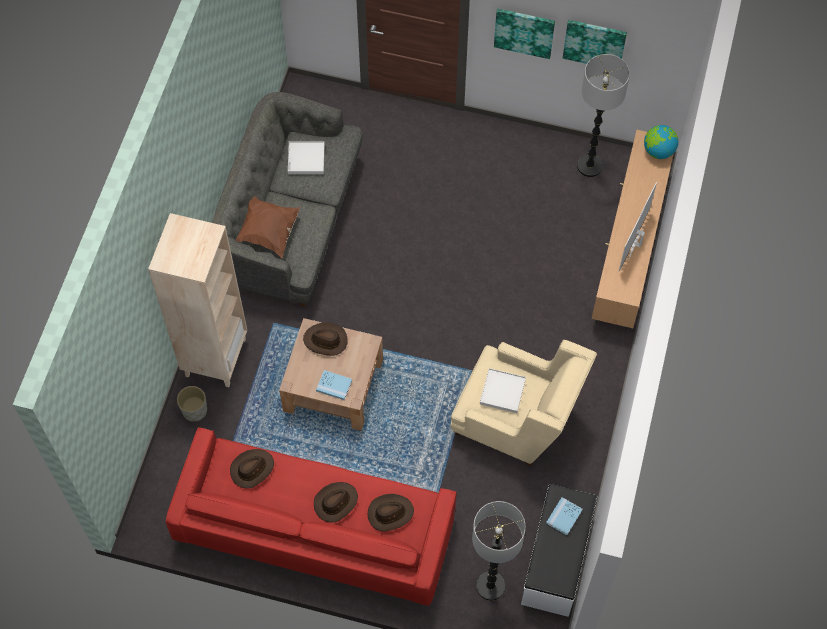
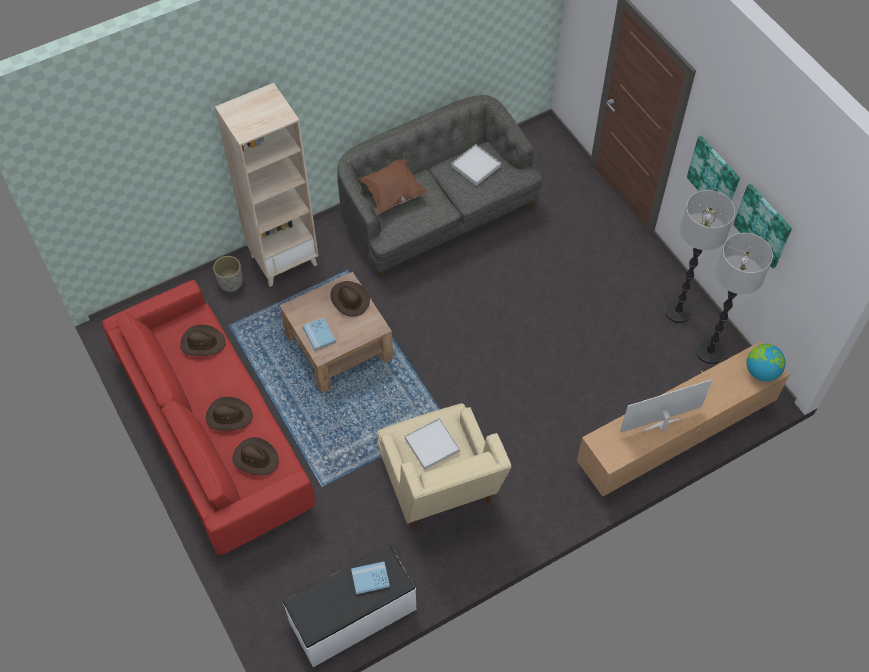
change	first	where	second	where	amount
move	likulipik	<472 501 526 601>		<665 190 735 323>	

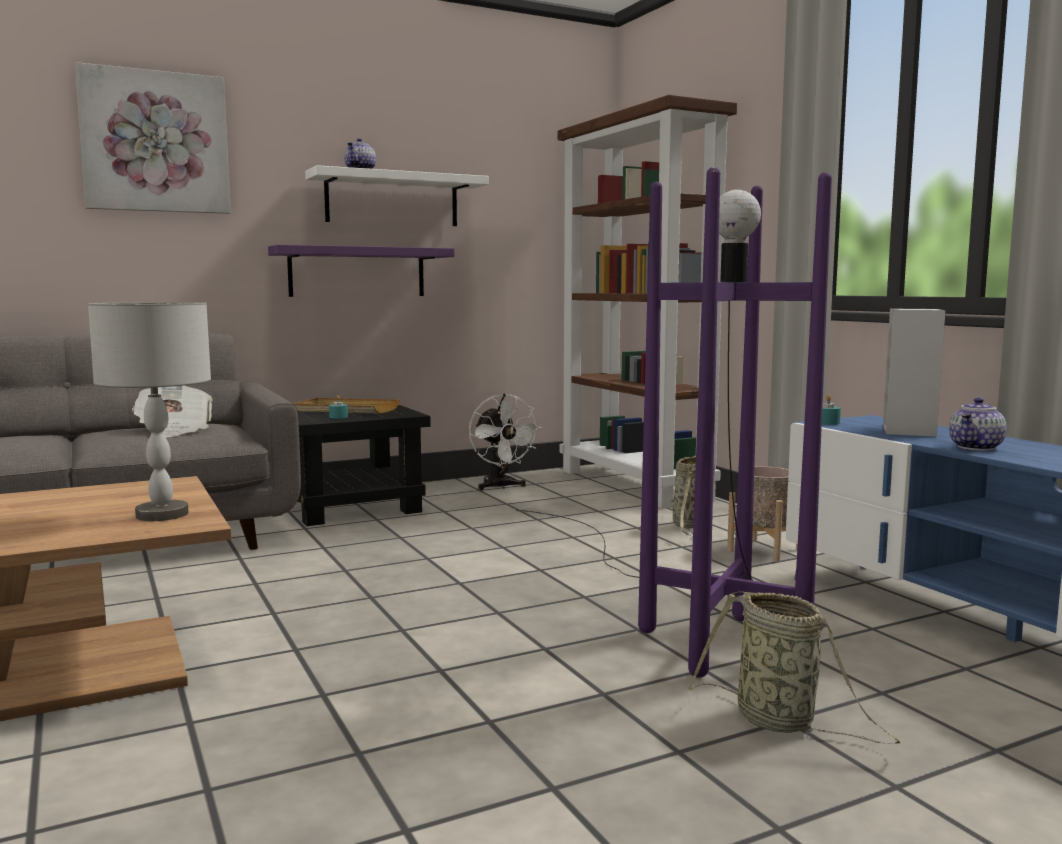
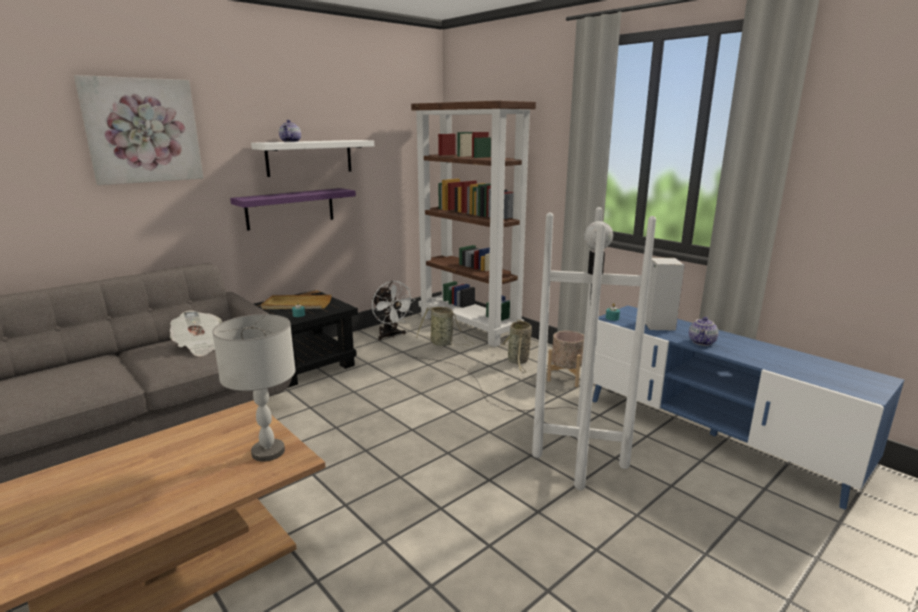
change	first	where	second	where	amount
recolor	purple likulipik	<519 167 832 678>	white likulipik	<411 207 656 490>	
move	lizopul	<688 591 900 744>		<416 307 474 346>	

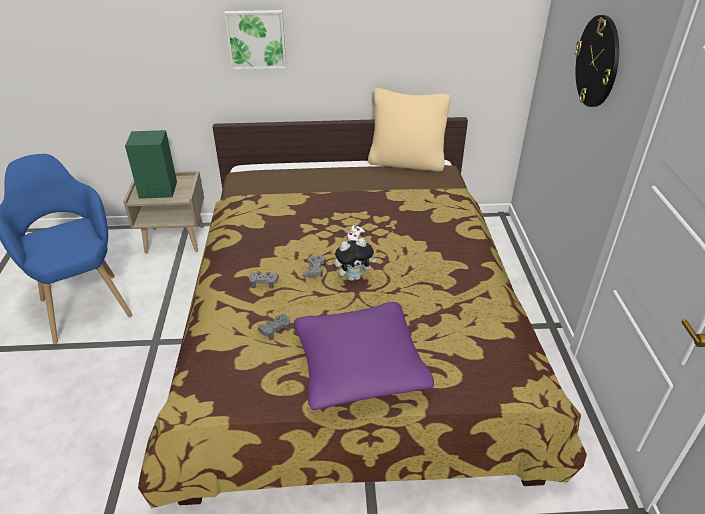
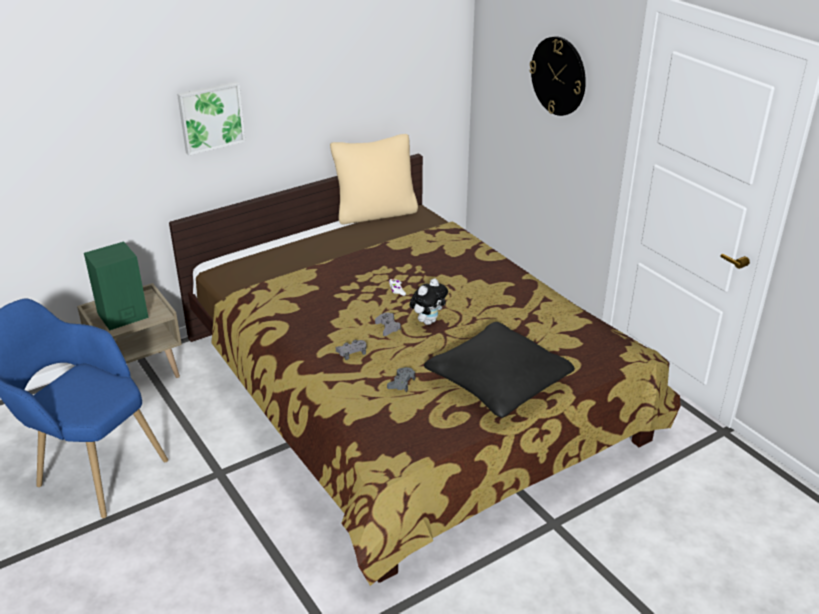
change	first	where	second	where	amount
recolor	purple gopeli	<294 302 434 410>	black gopeli	<424 322 575 418>	

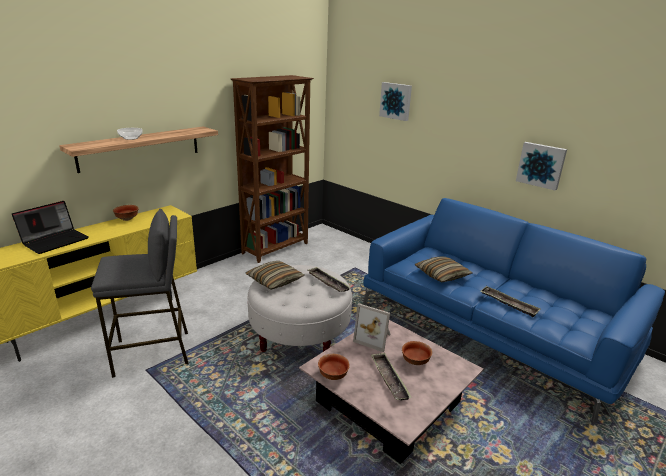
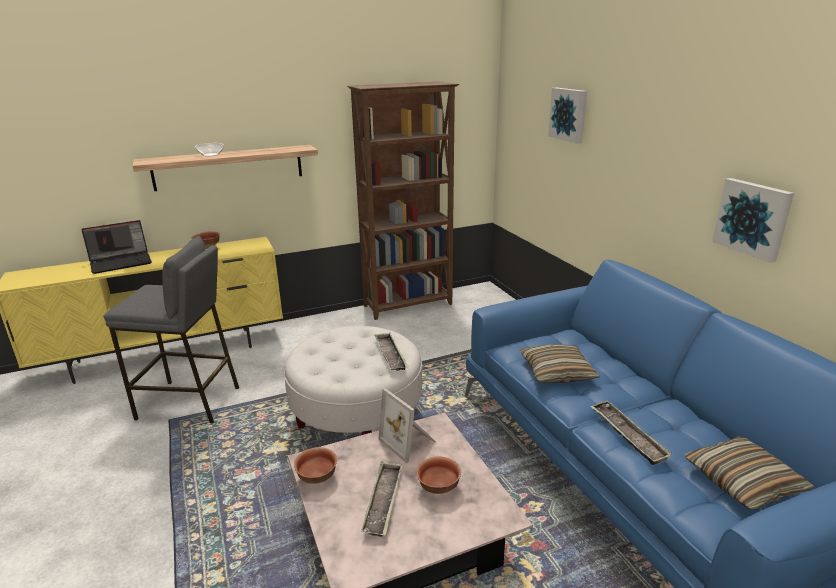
change	first	where	second	where	amount
move	gopeli	<245 261 305 290>		<684 436 815 510>	

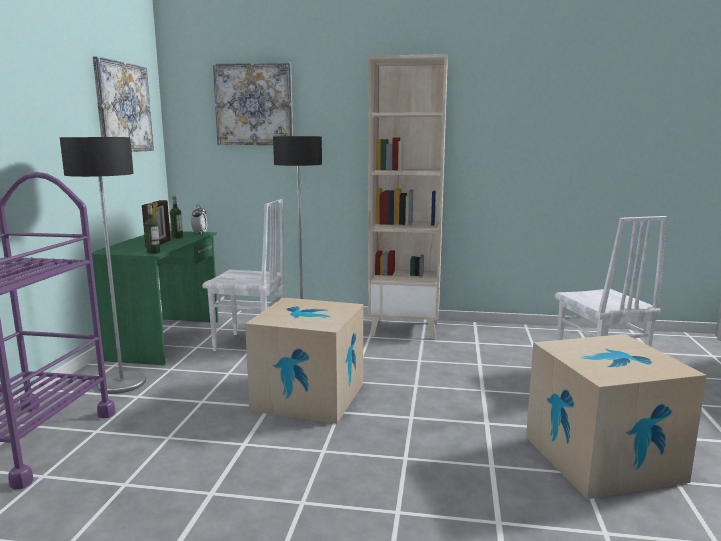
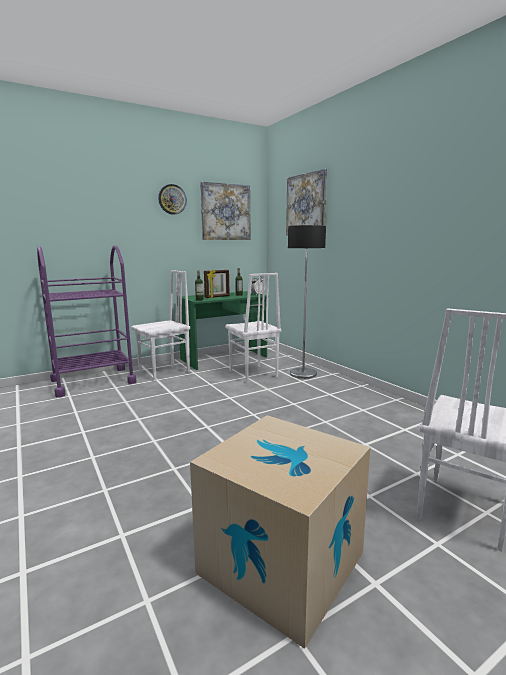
change	first	where	second	where	amount
replace	likulipik	<60 137 146 394>	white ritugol	<132 270 190 381>	
insert			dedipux	<158 184 187 215>	
delete	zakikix	<245 298 363 424>			
delete	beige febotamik	<368 54 448 340>			

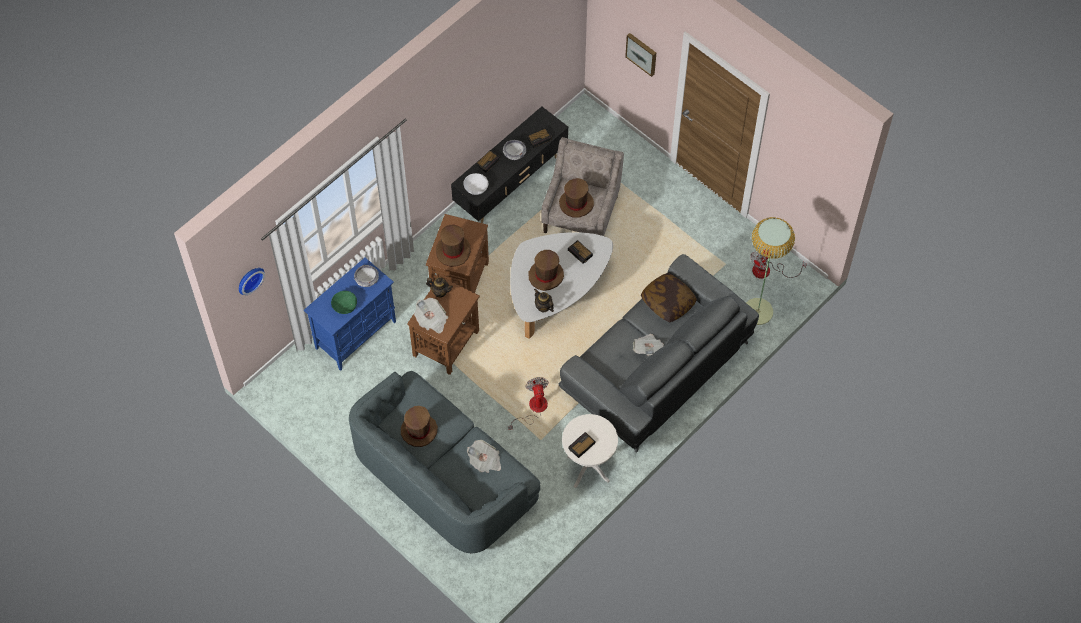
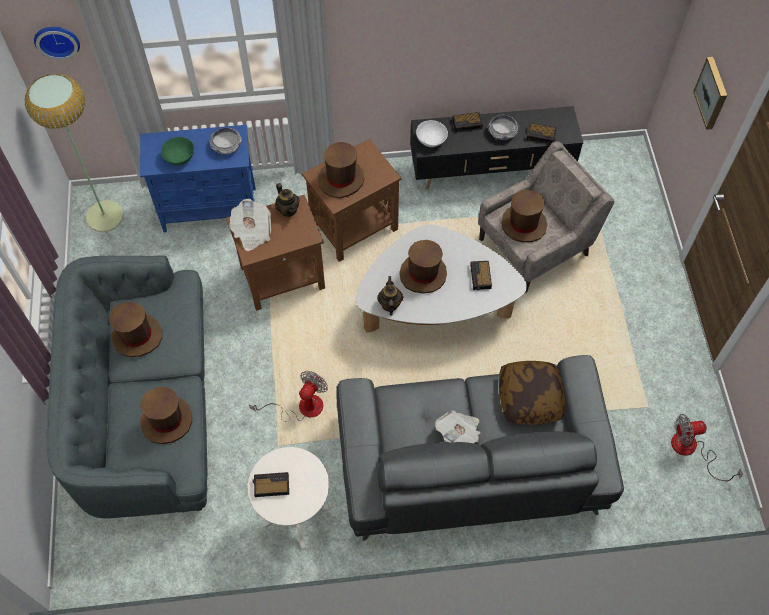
change	first	where	second	where	amount
move	likulipik	<746 217 795 325>		<25 74 124 232>	
replace	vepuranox	<467 440 501 473>	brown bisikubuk	<140 387 192 444>	

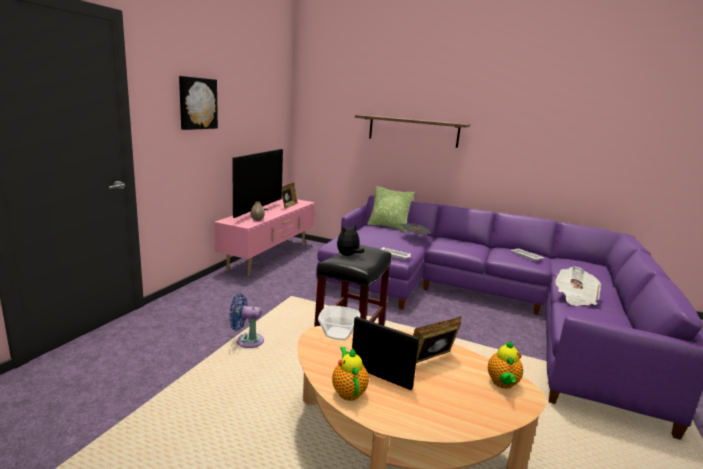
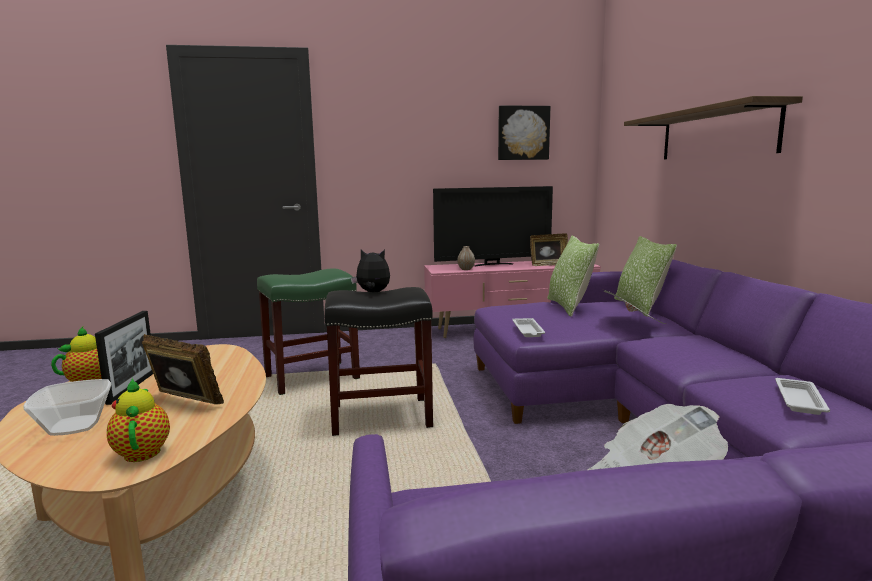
change	first	where	second	where	amount
move	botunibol	<318 305 360 340>		<23 379 111 436>	
rotate	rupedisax	<488 341 523 389>		<107 378 170 462>	90 degrees clockwise
replace	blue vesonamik	<229 294 264 348>	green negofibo	<257 268 360 395>	
move	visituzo	<179 76 218 130>		<498 106 550 160>	
insert			gopeli	<547 235 599 317>	

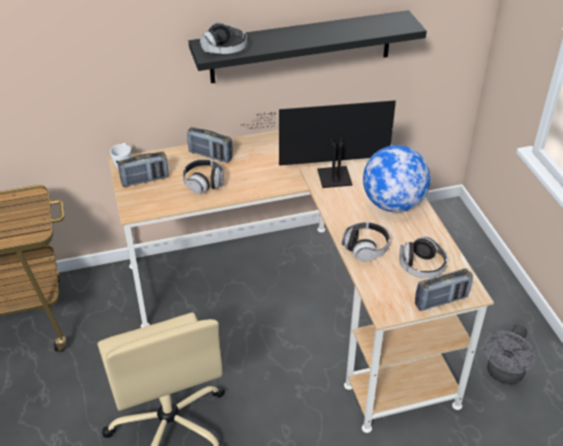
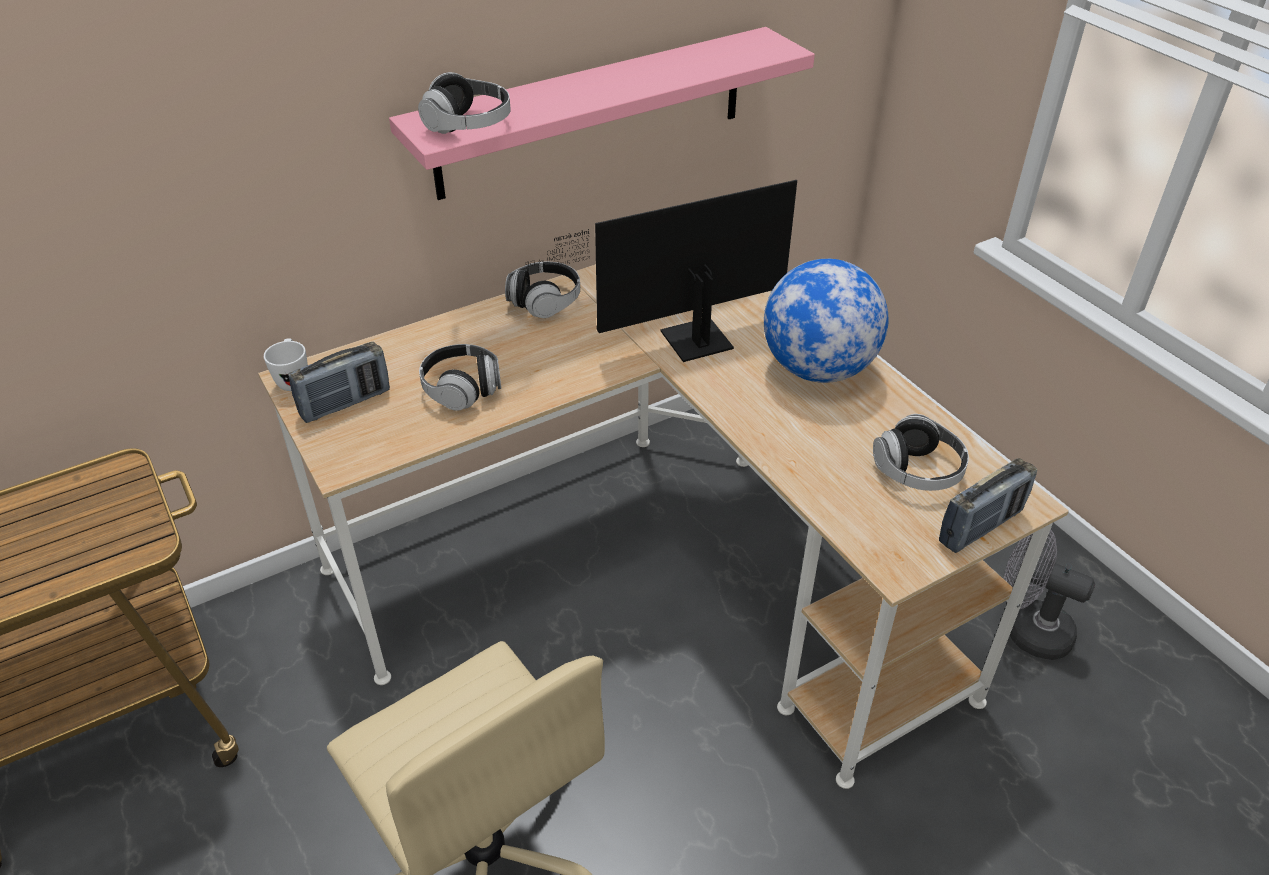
change	first	where	second	where	amount
recolor	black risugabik	<189 10 427 83>	pink risugabik	<389 27 815 200>	
move	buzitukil	<341 222 390 262>		<505 262 580 318>	
rotate	grey vesonamik	<484 324 535 385>		<1004 529 1095 660>	105 degrees clockwise
delete	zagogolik	<187 127 233 163>			

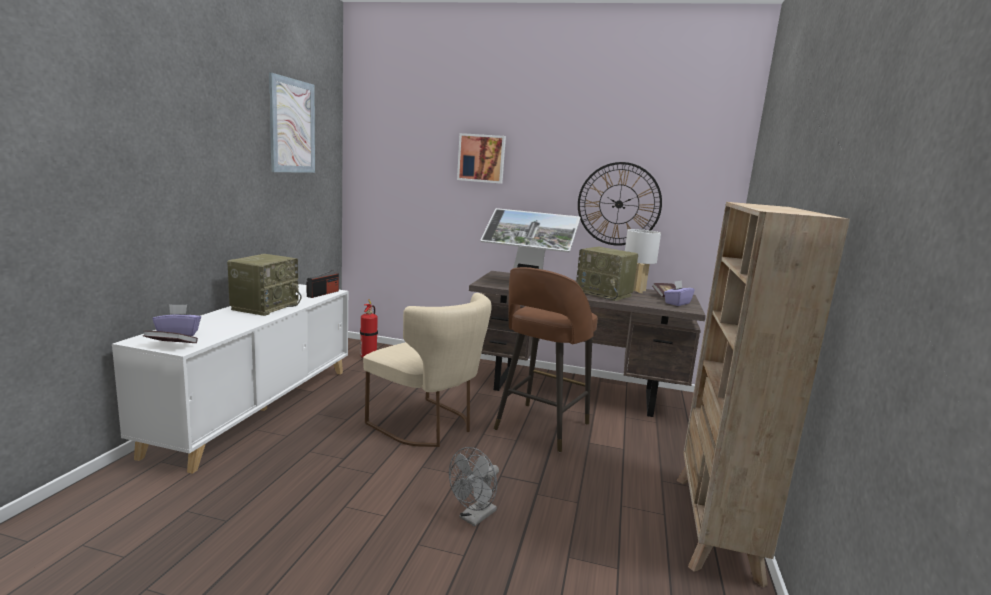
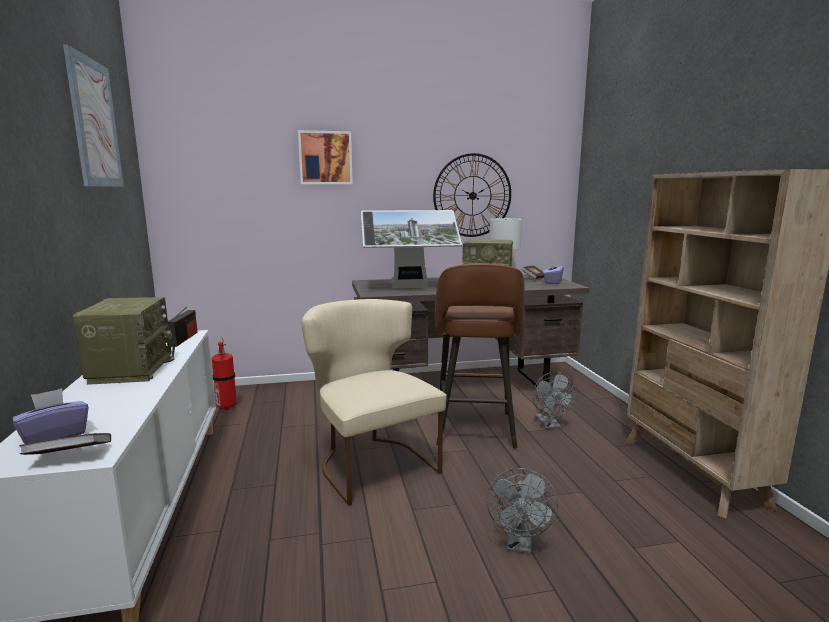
change	first	where	second	where	amount
rotate	beige ritugol	<363 293 492 447>		<302 299 447 506>	135 degrees counterclockwise
insert			grey vesonamik	<533 372 575 429>	

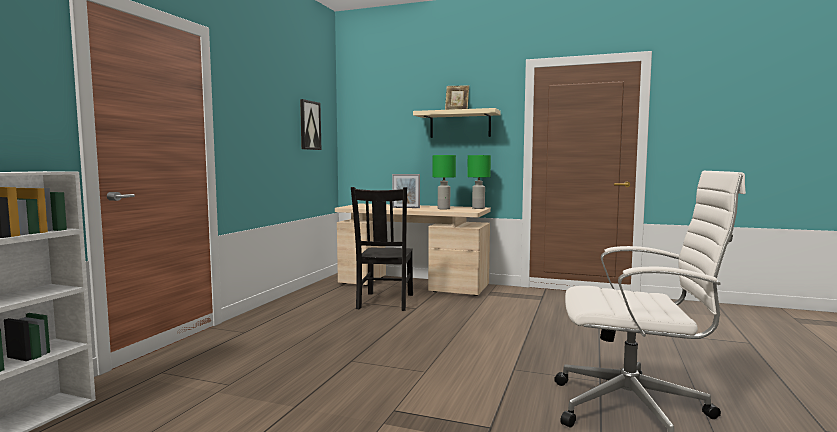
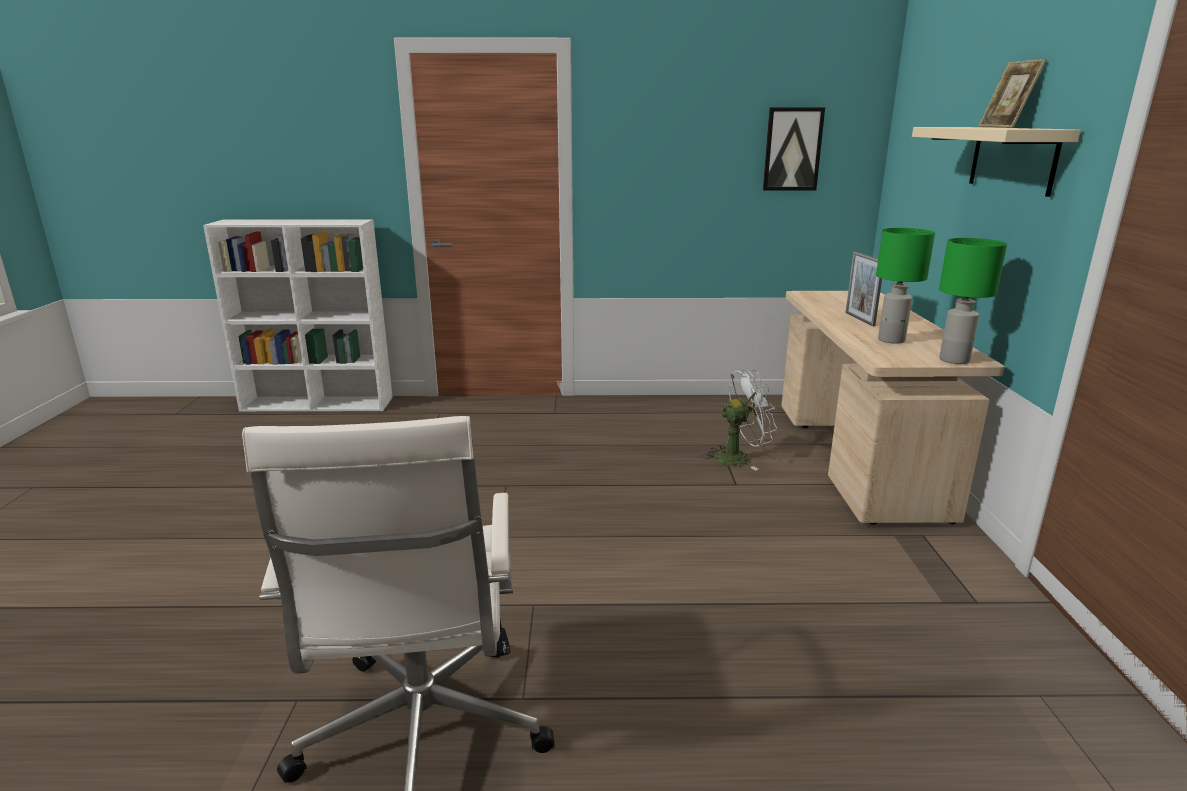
change	first	where	second	where	amount
replace	black ritugol	<351 187 413 311>	white vesonamik	<703 370 777 470>	

